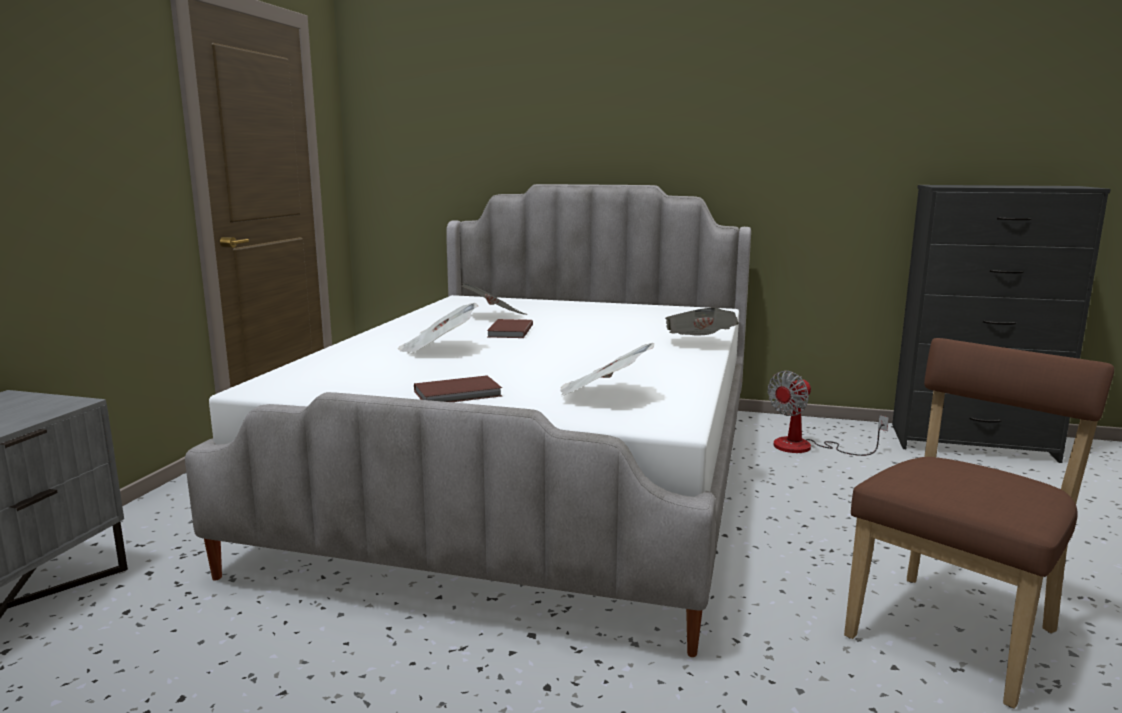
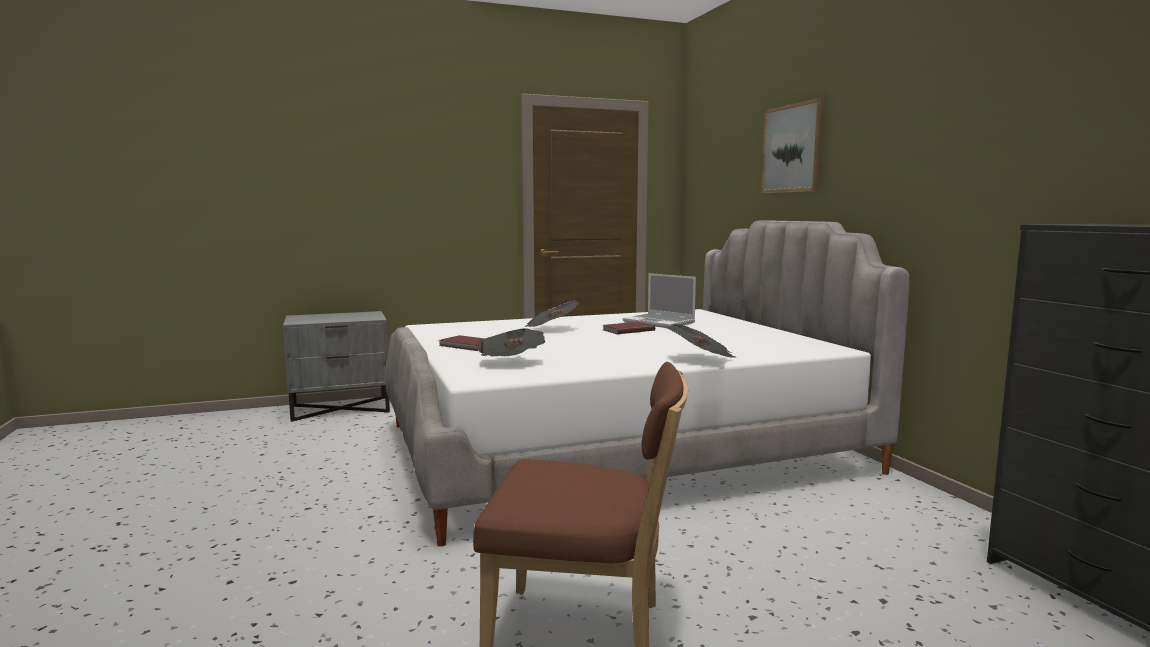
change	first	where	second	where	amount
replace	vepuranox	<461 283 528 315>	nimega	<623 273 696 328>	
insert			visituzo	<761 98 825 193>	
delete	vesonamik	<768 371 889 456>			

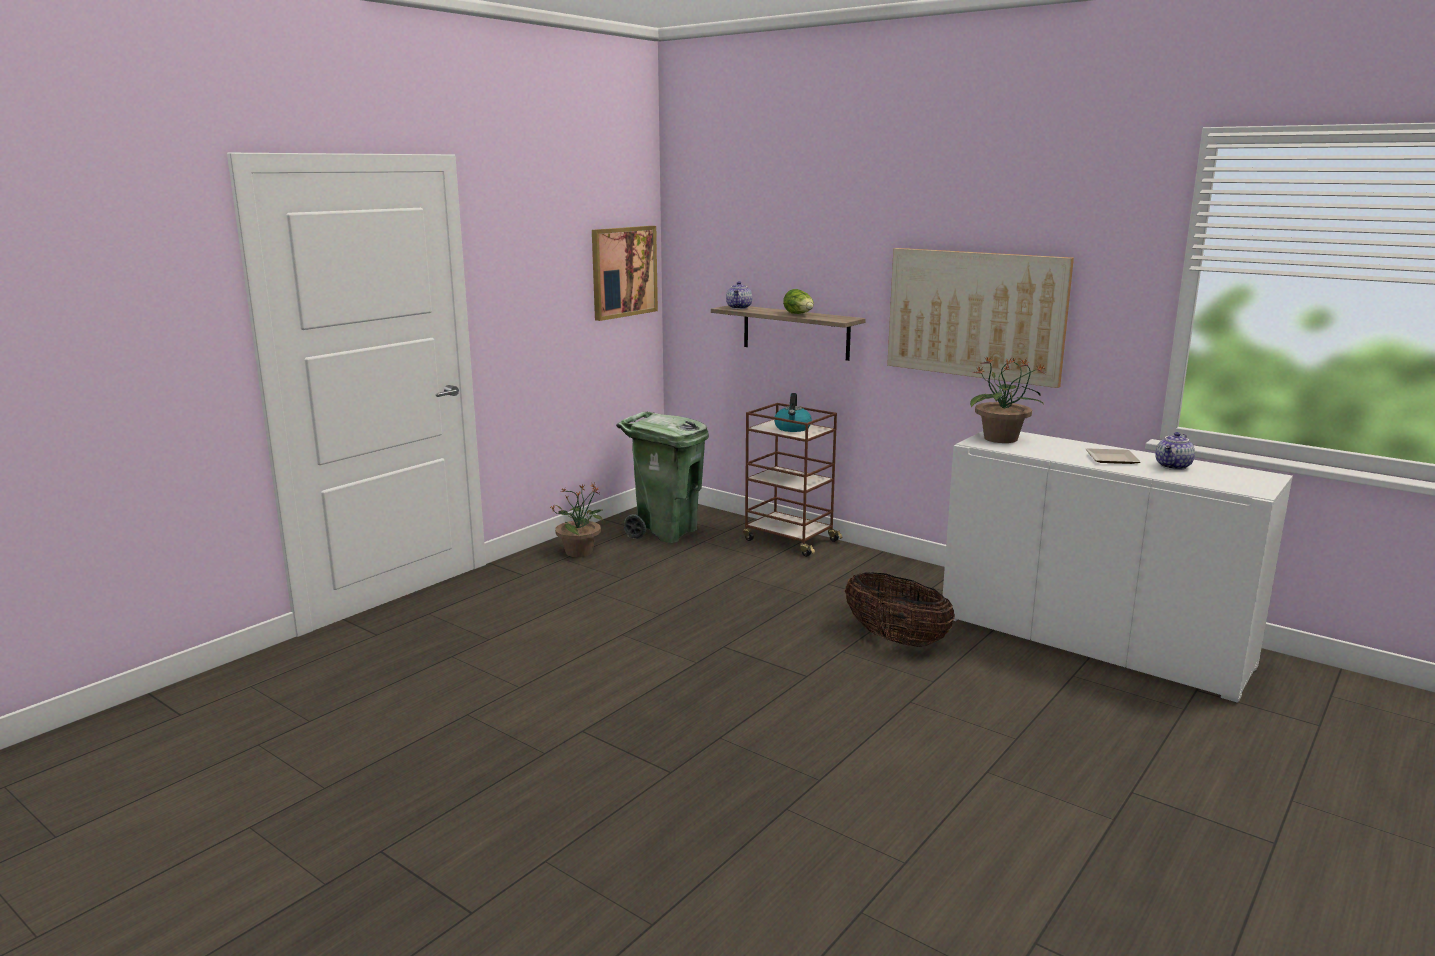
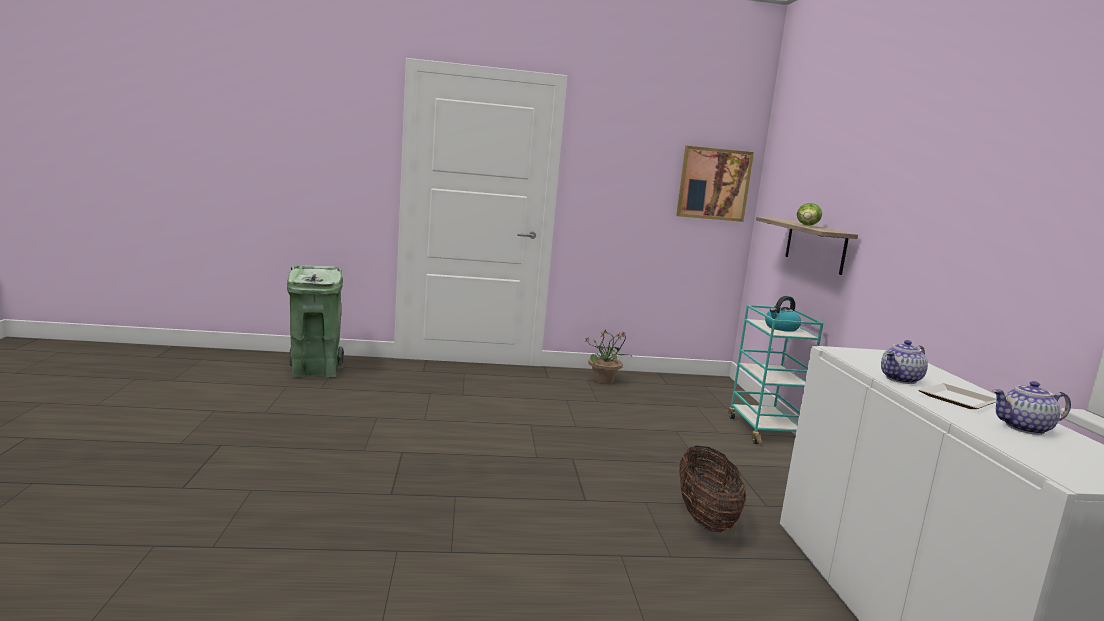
change	first	where	second	where	amount
move	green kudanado	<616 412 709 543>		<287 266 344 378>	
recolor	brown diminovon	<743 403 842 557>	turquoise diminovon	<728 305 823 444>	
move	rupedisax	<726 281 753 309>		<881 340 928 384>	
delete	visituzo	<887 248 1074 388>			
delete	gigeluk	<970 357 1046 443>			

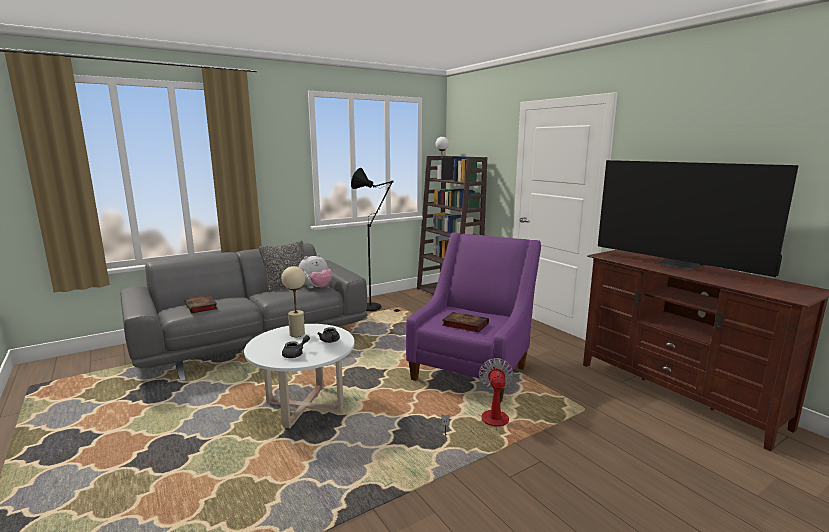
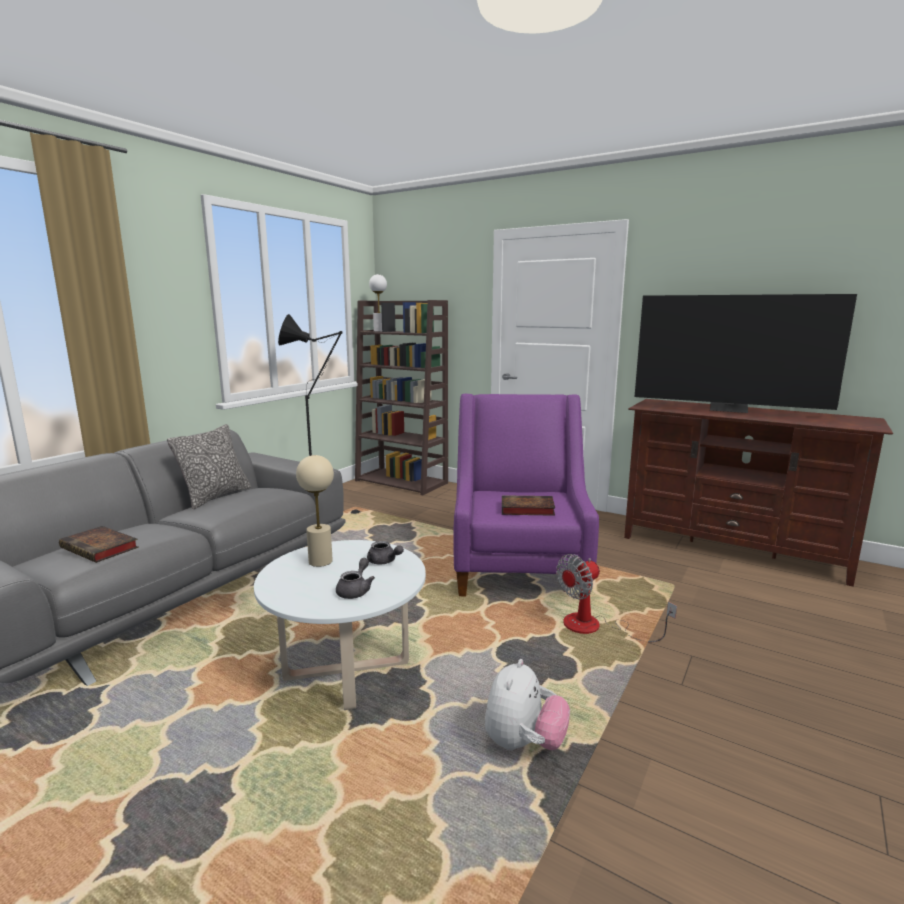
change	first	where	second	where	amount
move	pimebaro	<298 254 332 288>		<485 659 570 750>	
rotate	vesonamik	<441 358 514 436>		<556 554 677 642>	105 degrees counterclockwise

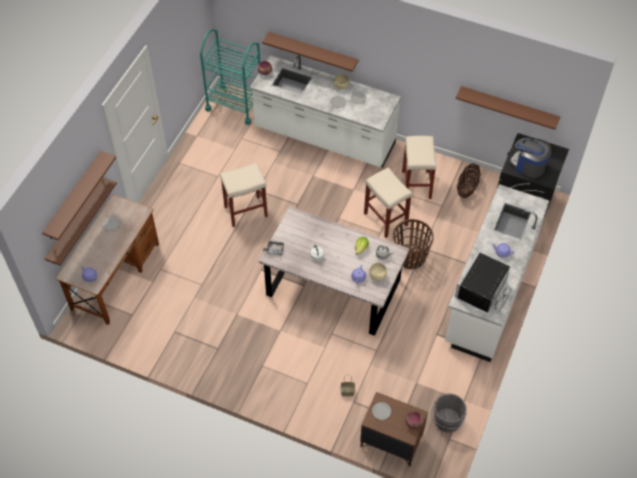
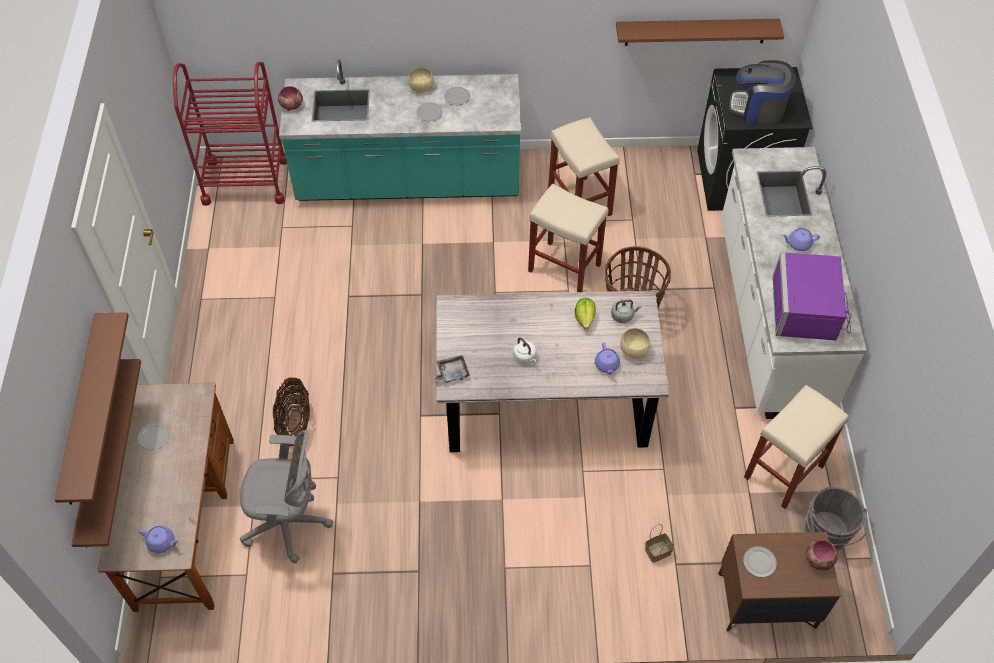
change	first	where	second	where	amount
recolor	turquoise diminovon	<200 29 260 125>	red diminovon	<173 62 287 206>	
insert			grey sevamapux	<240 430 333 563>	
move	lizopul	<457 163 481 198>		<273 378 310 446>	
recolor	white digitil	<250 55 401 168>	turquoise digitil	<279 59 521 201>	
move	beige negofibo	<220 163 268 227>		<744 385 849 509>	
recolor	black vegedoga	<455 251 511 313>	purple vegedoga	<772 252 851 340>	
delete	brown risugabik	<262 32 359 72>			

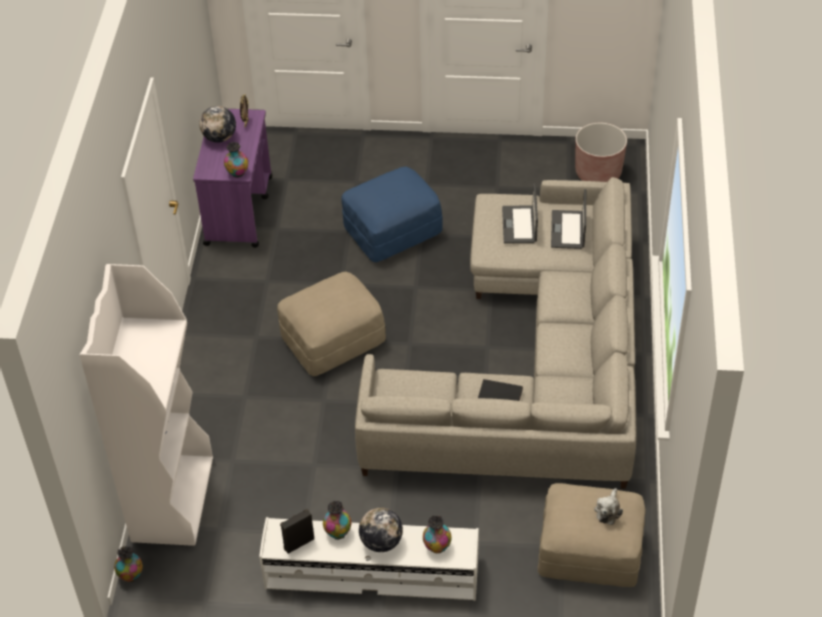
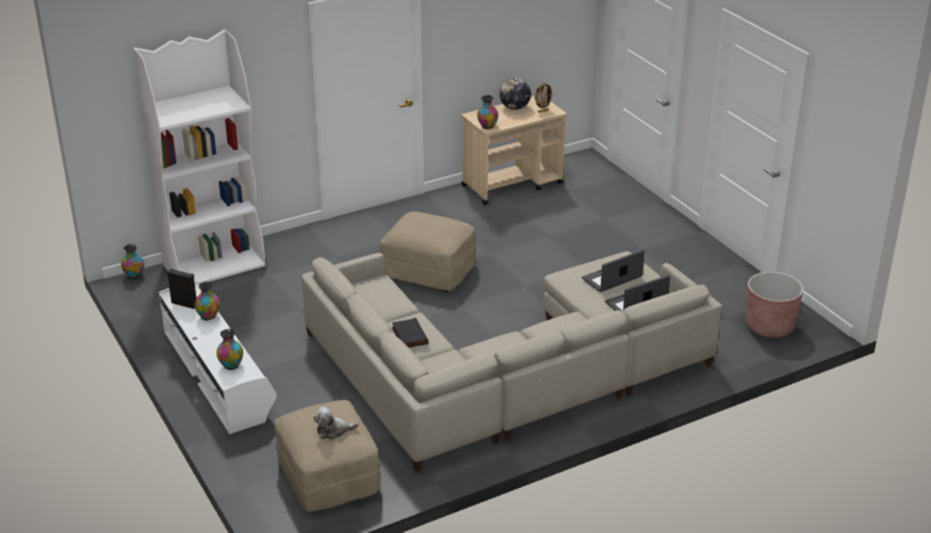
change	first	where	second	where	amount
recolor	purple diminovon	<193 109 272 248>	beige diminovon	<461 96 567 205>	
delete	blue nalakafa	<341 167 443 262>			
delete	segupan	<359 508 403 552>			

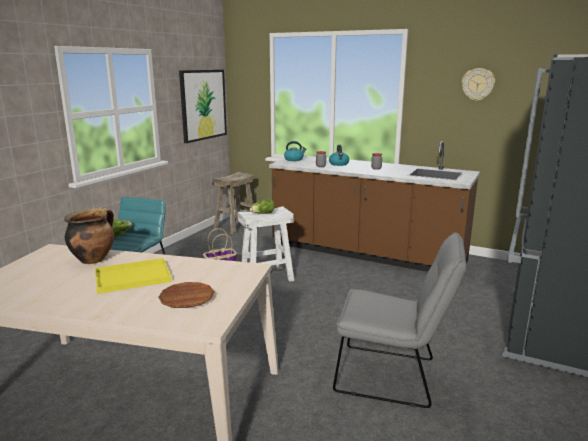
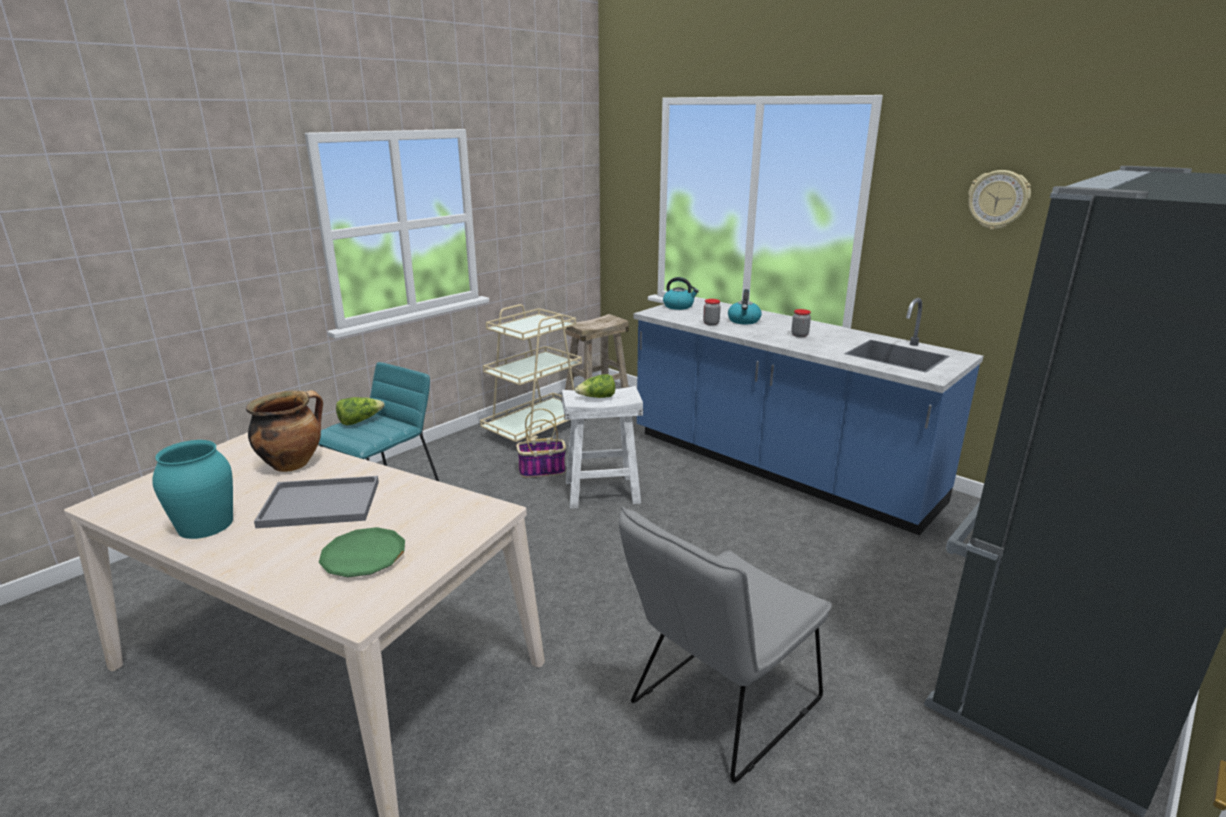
change	first	where	second	where	amount
insert			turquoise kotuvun	<152 440 233 539>	
recolor	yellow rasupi	<95 258 172 294>	grey rasupi	<254 476 379 528>	
recolor	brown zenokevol	<158 282 214 308>	green zenokevol	<319 527 405 577>	
insert			beige diminovon	<480 304 582 442>	
rotate	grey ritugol	<333 232 466 408>		<619 506 832 783>	105 degrees clockwise
recolor	brown digitil	<269 141 480 272>	blue digitil	<633 297 984 535>	
delete	visituzo	<179 70 227 143>			

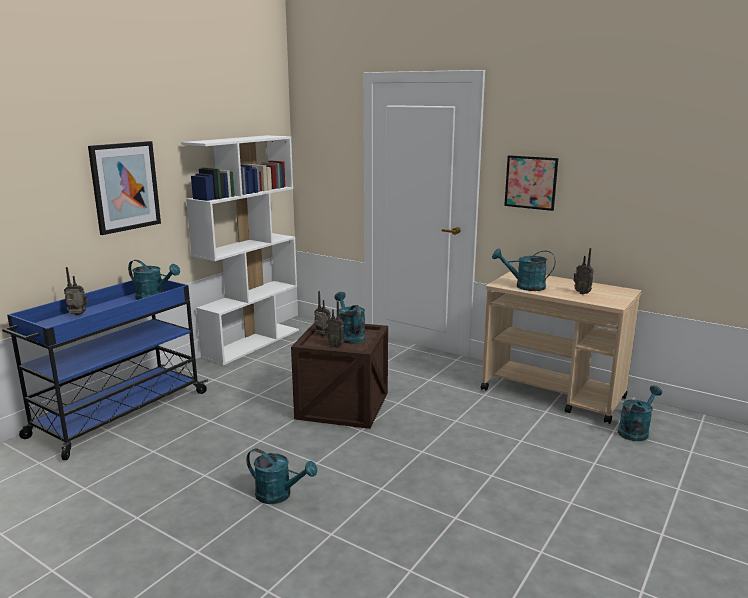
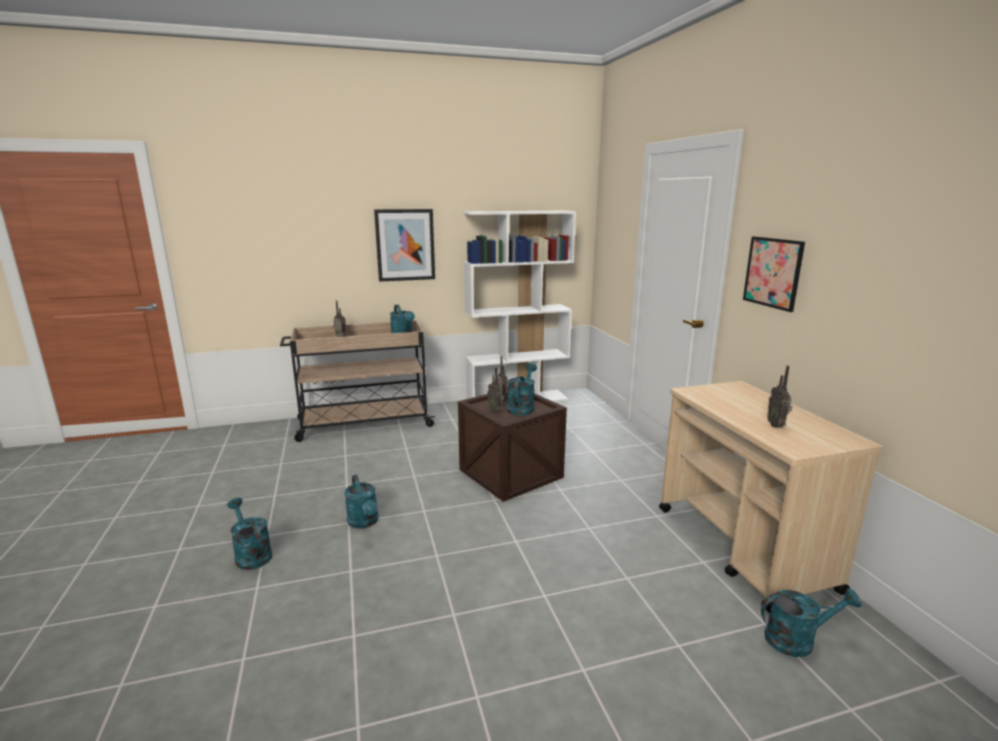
change	first	where	second	where	amount
move	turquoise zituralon	<492 249 555 291>		<227 497 272 570>	
recolor	blue diminovon	<2 279 208 460>	beige diminovon	<280 320 435 442>	

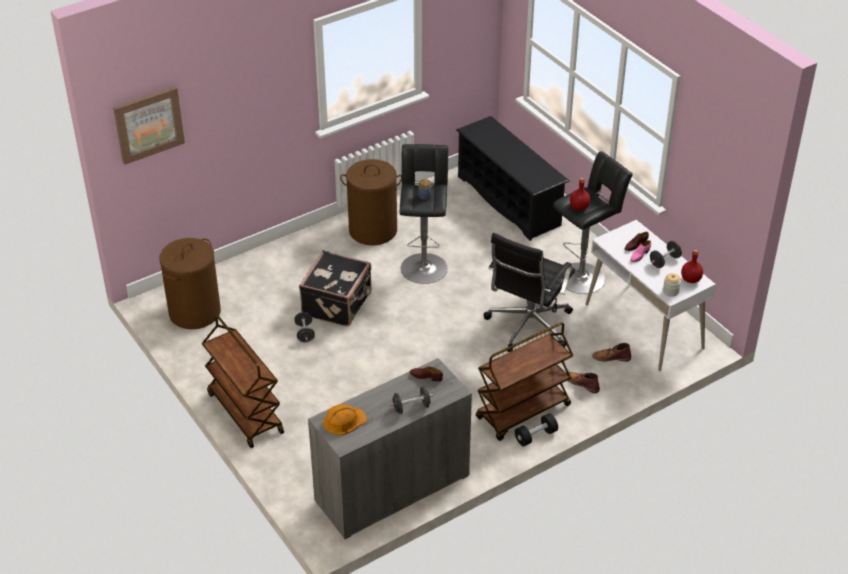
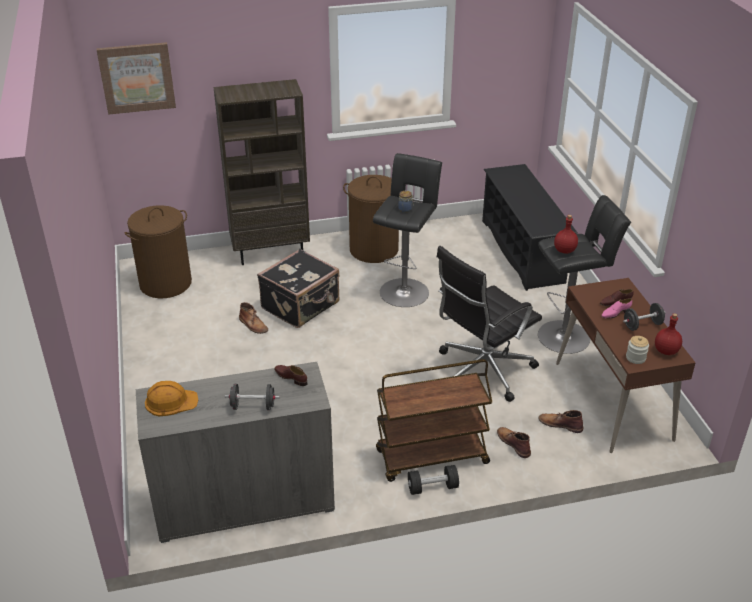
change	first	where	second	where	amount
insert			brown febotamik	<214 79 310 265>	
replace	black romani	<294 312 315 342>	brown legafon	<239 302 268 334>	
recolor	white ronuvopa	<586 220 716 371>	brown ronuvopa	<556 278 696 453>	
delete	brown diminovon	<202 314 284 448>			

